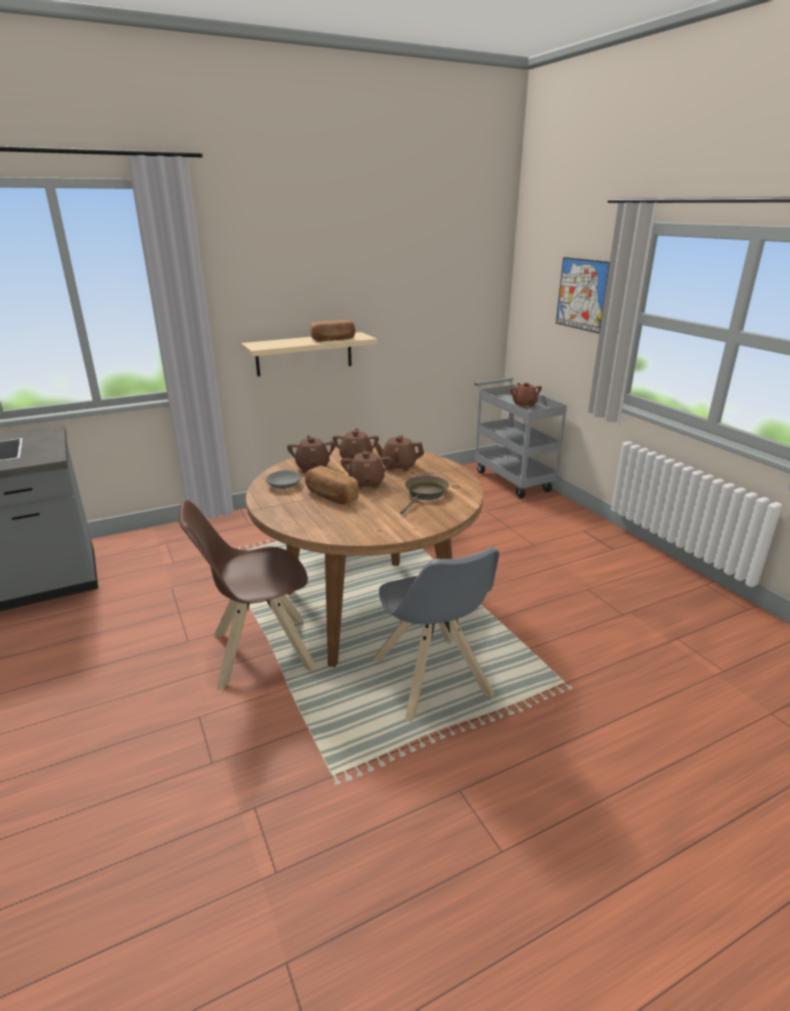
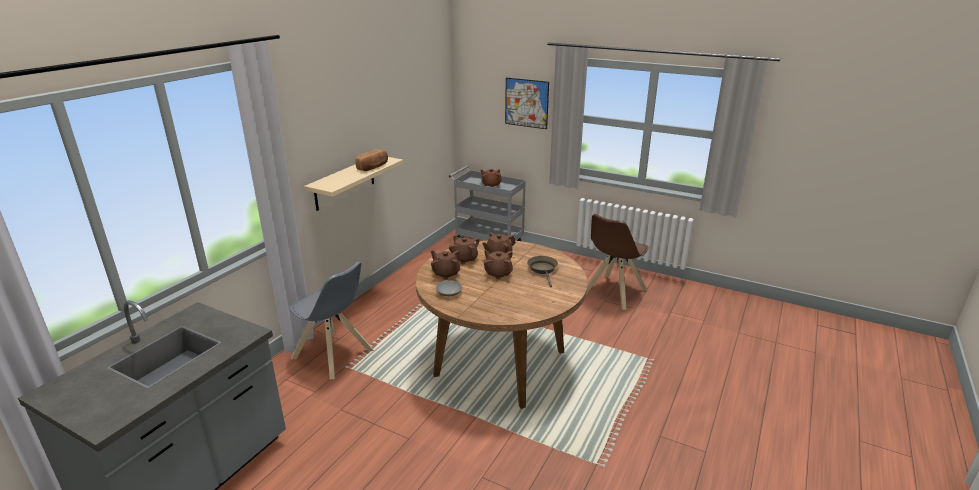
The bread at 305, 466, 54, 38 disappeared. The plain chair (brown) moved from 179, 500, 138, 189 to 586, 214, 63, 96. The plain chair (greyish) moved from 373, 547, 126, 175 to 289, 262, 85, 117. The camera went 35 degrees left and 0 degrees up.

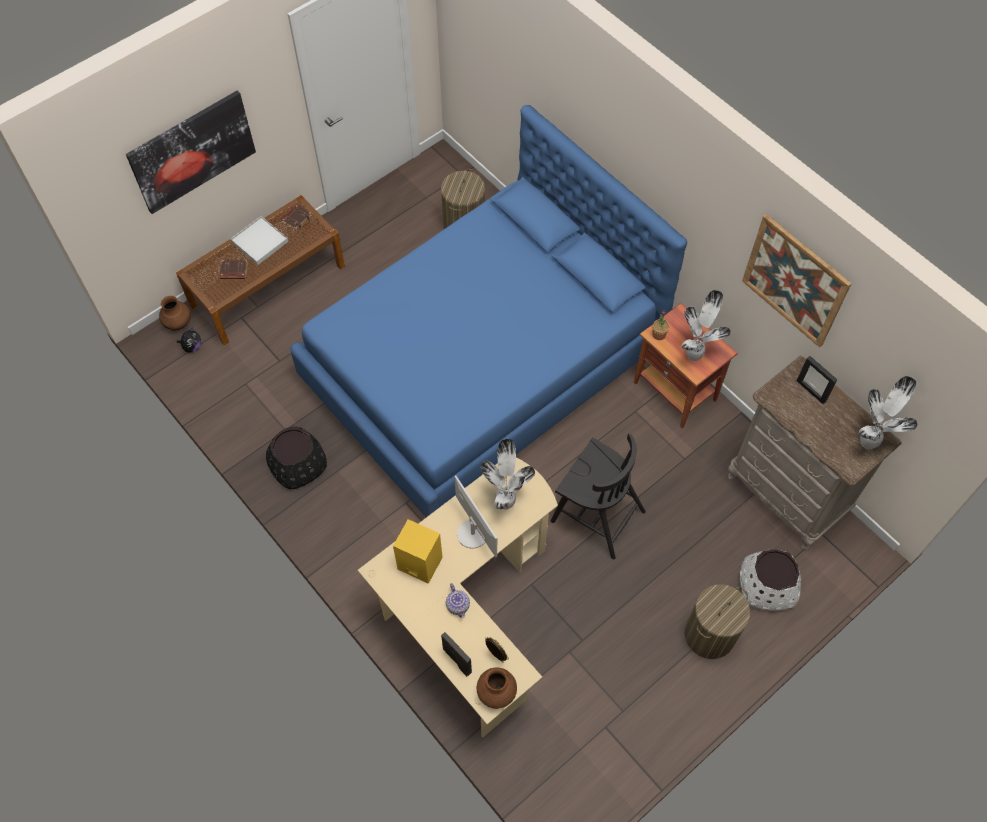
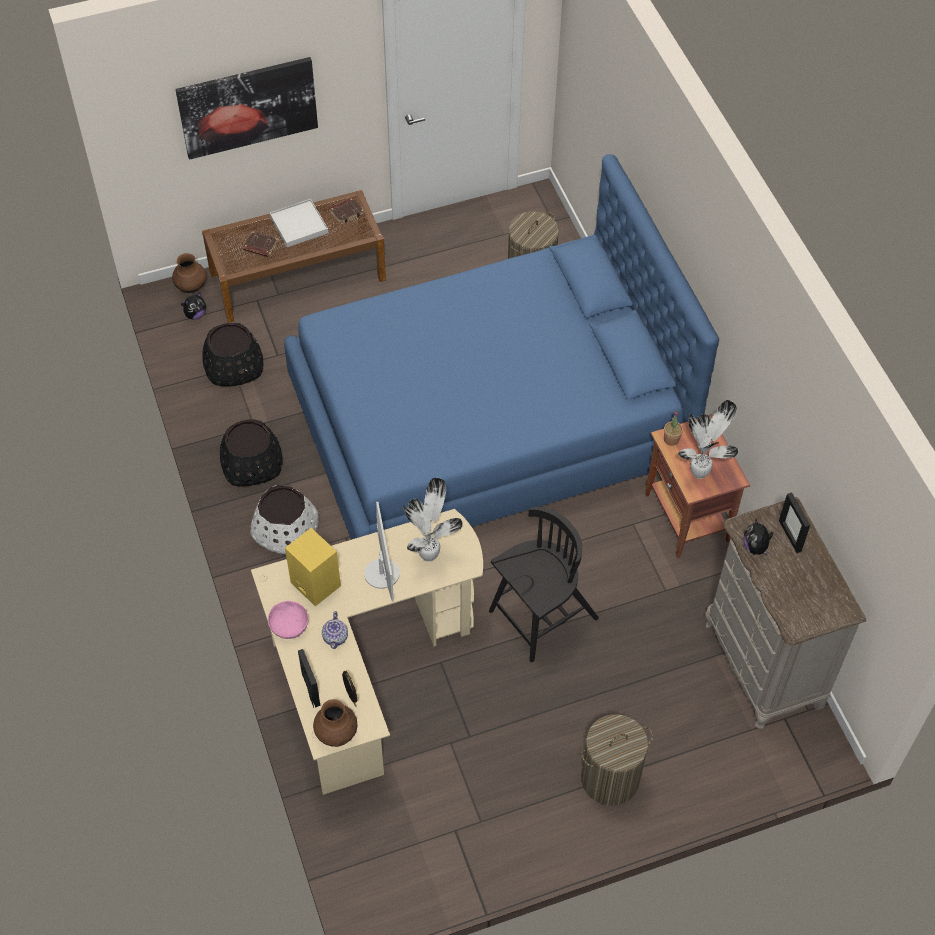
The picture at 742, 214, 110, 134 disappeared. The houseplant at 859, 376, 58, 74 disappeared. The planter (black) at 202, 323, 61, 63 appeared. The serving bowl (pinkish) at 268, 601, 41, 38 appeared. The plush toy at 743, 519, 30, 36 appeared. The planter (whitish) moved from 740, 549, 61, 62 to 251, 485, 68, 69. The plain chair (black) at 551, 433, 95, 126 turned 90 degrees counterclockwise. The camera went 20 degrees right and 5 degrees down.

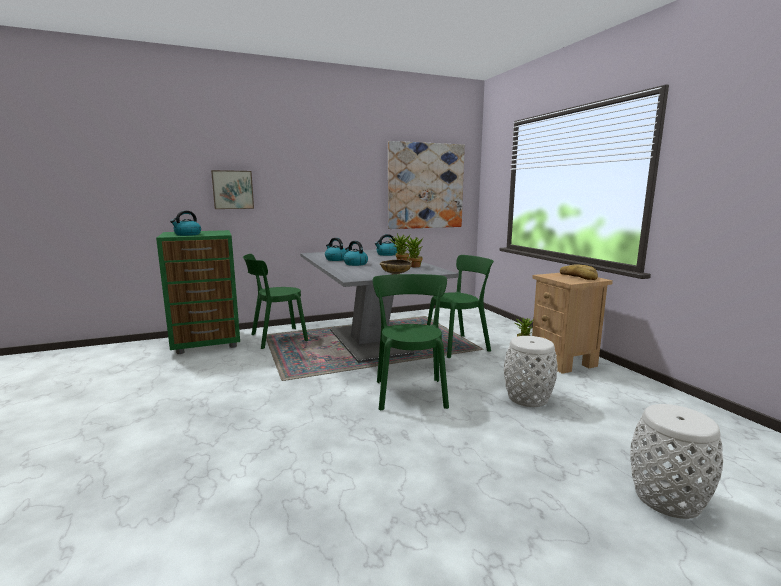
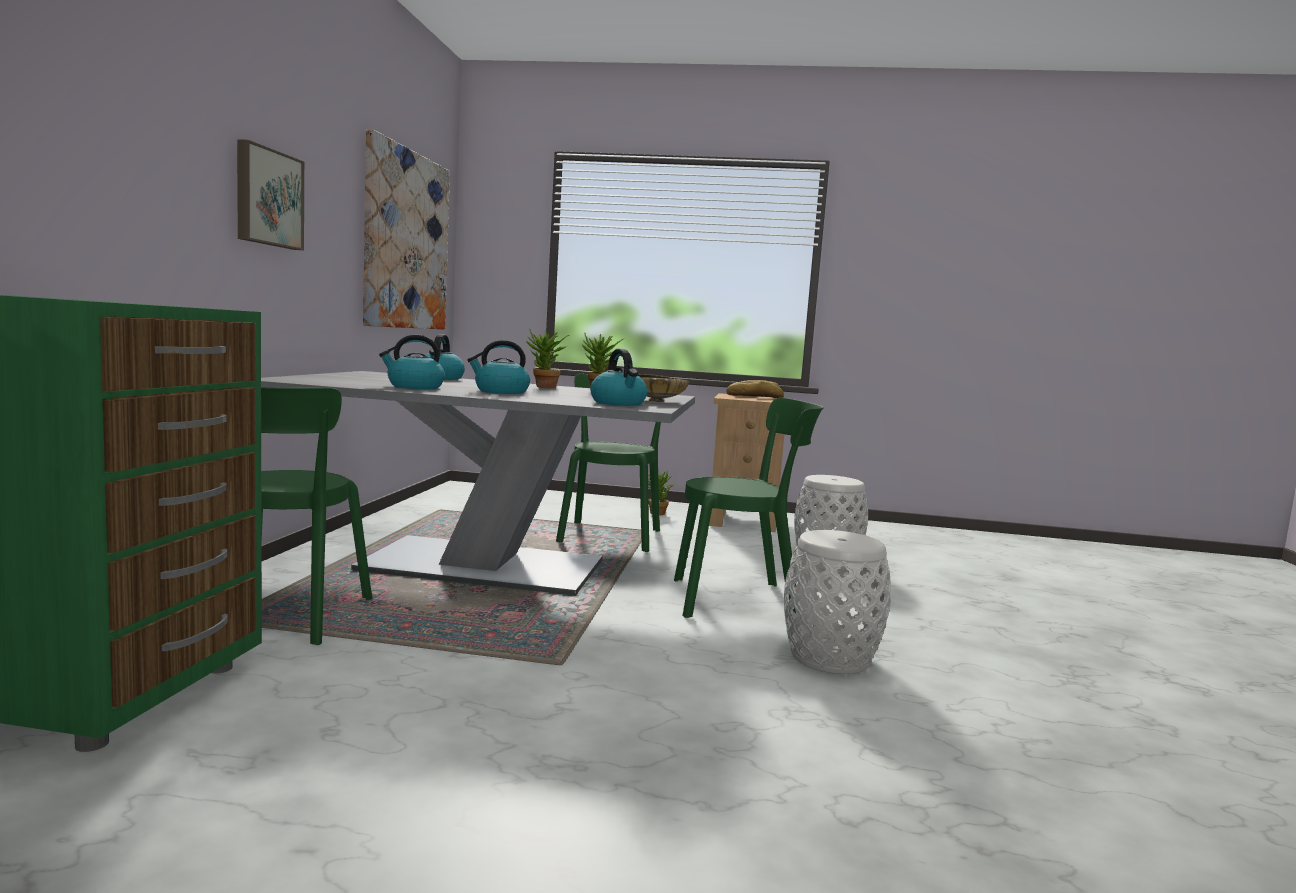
The tea kettle moved from 170, 211, 31, 25 to 590, 349, 57, 57. The picture moved from 211, 170, 43, 39 to 237, 139, 67, 111. The stool seat (whitish) moved from 630, 404, 93, 115 to 784, 530, 107, 144. The plain chair (greenish) at 373, 274, 76, 136 turned 150 degrees clockwise. The camera went 60 degrees left and 5 degrees down.

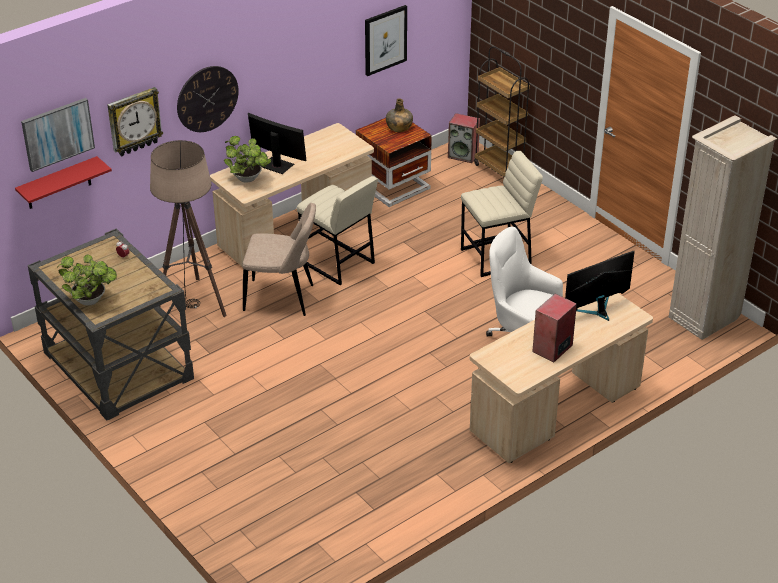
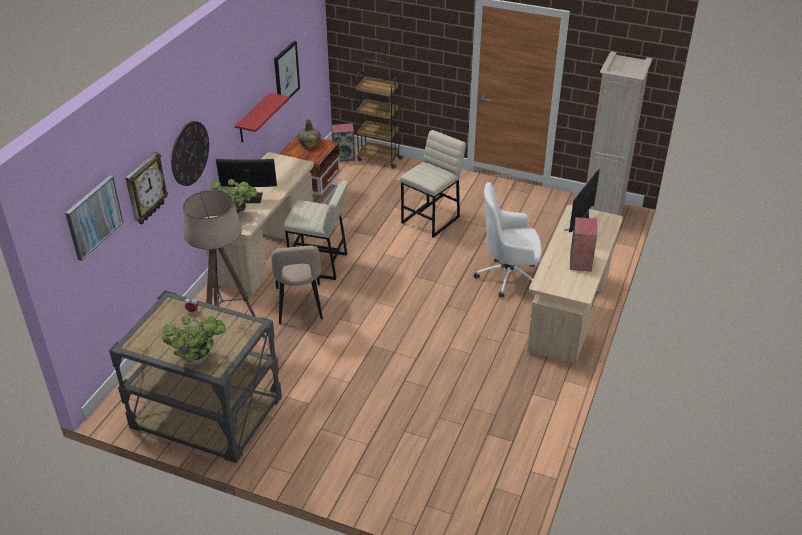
The shelf (red) moved from 15, 156, 97, 53 to 235, 93, 55, 49. The plain chair (beige-coloured) at 242, 203, 74, 113 turned 105 degrees clockwise. The camera went 30 degrees left and 0 degrees up.

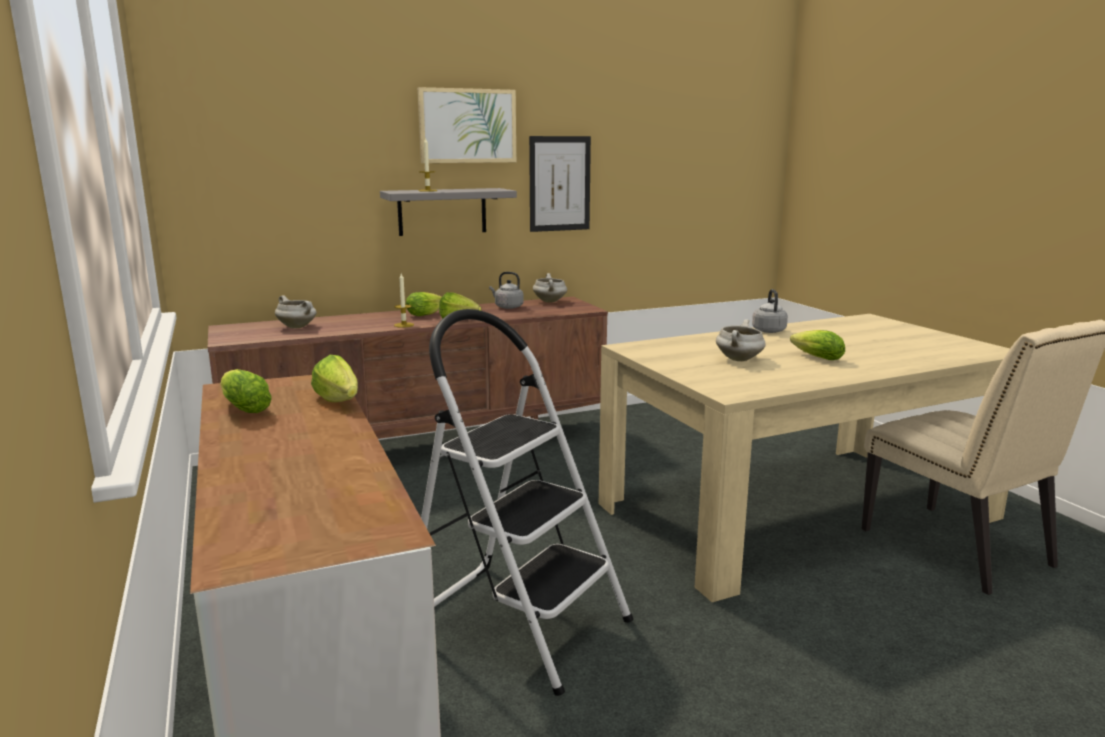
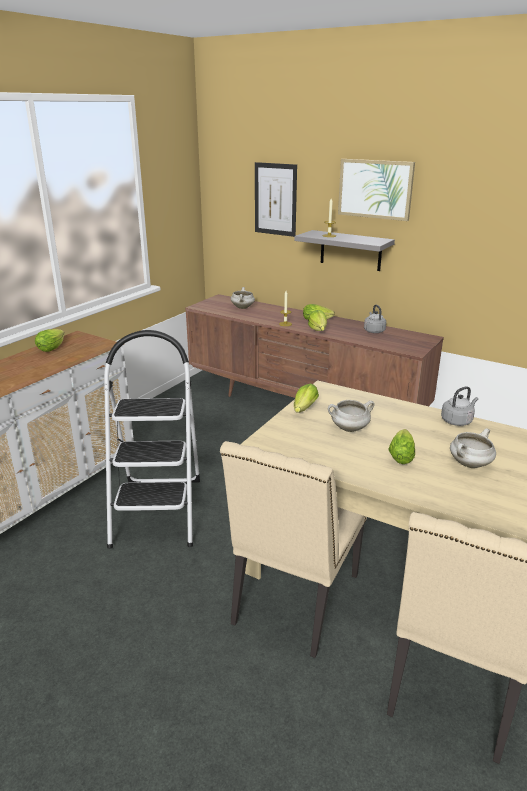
The plain chair (beige-coloured) at 220, 441, 147, 217 appeared. The head of lettuce moved from 311, 355, 47, 47 to 294, 384, 25, 29. The picture moved from 529, 136, 62, 96 to 255, 162, 42, 75. The saucepot (whitish) moved from 533, 273, 34, 30 to 450, 428, 46, 40. The camera went 55 degrees right and 10 degrees up.

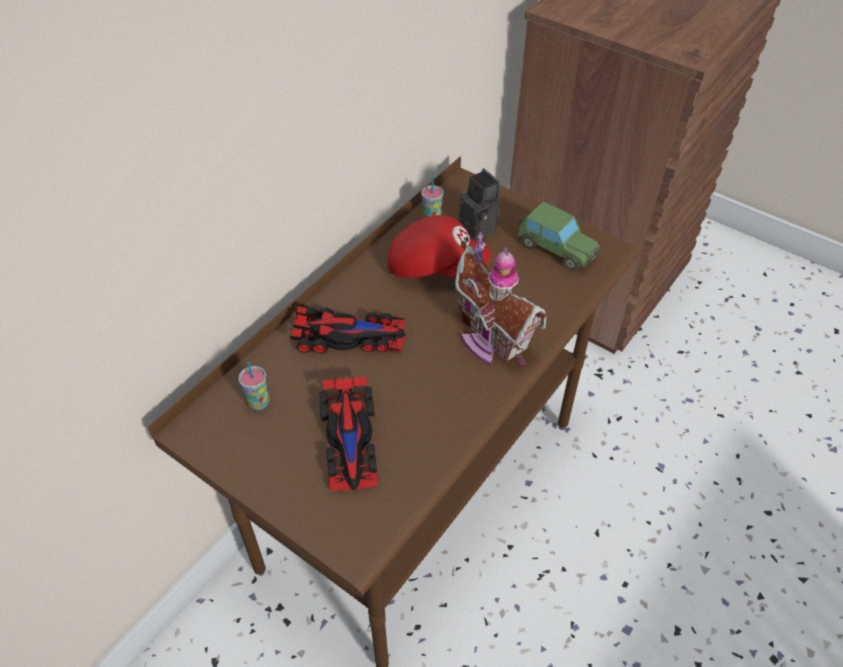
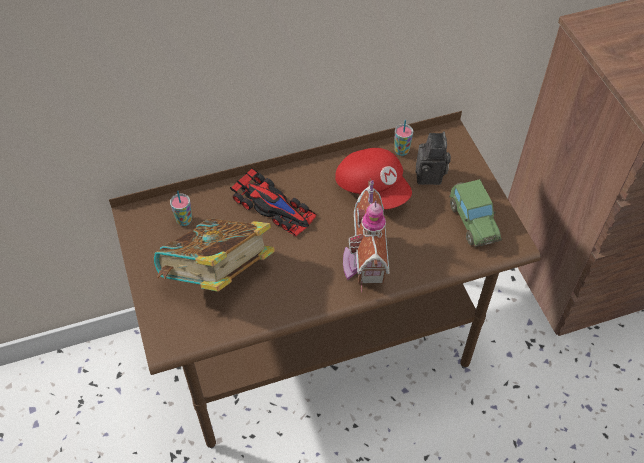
The model car at 319, 377, 59, 114 was replaced by the volume at 154, 218, 121, 74. The camera went 35 degrees right and 5 degrees up.

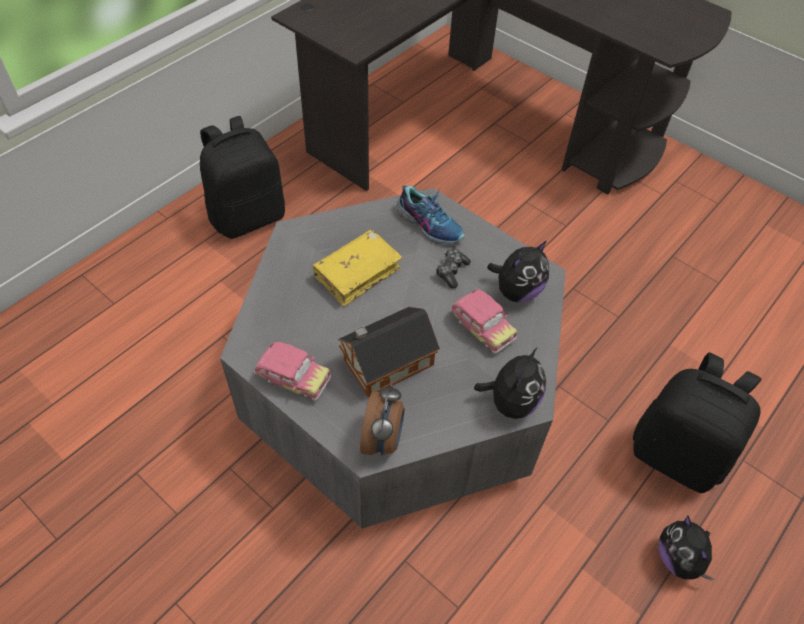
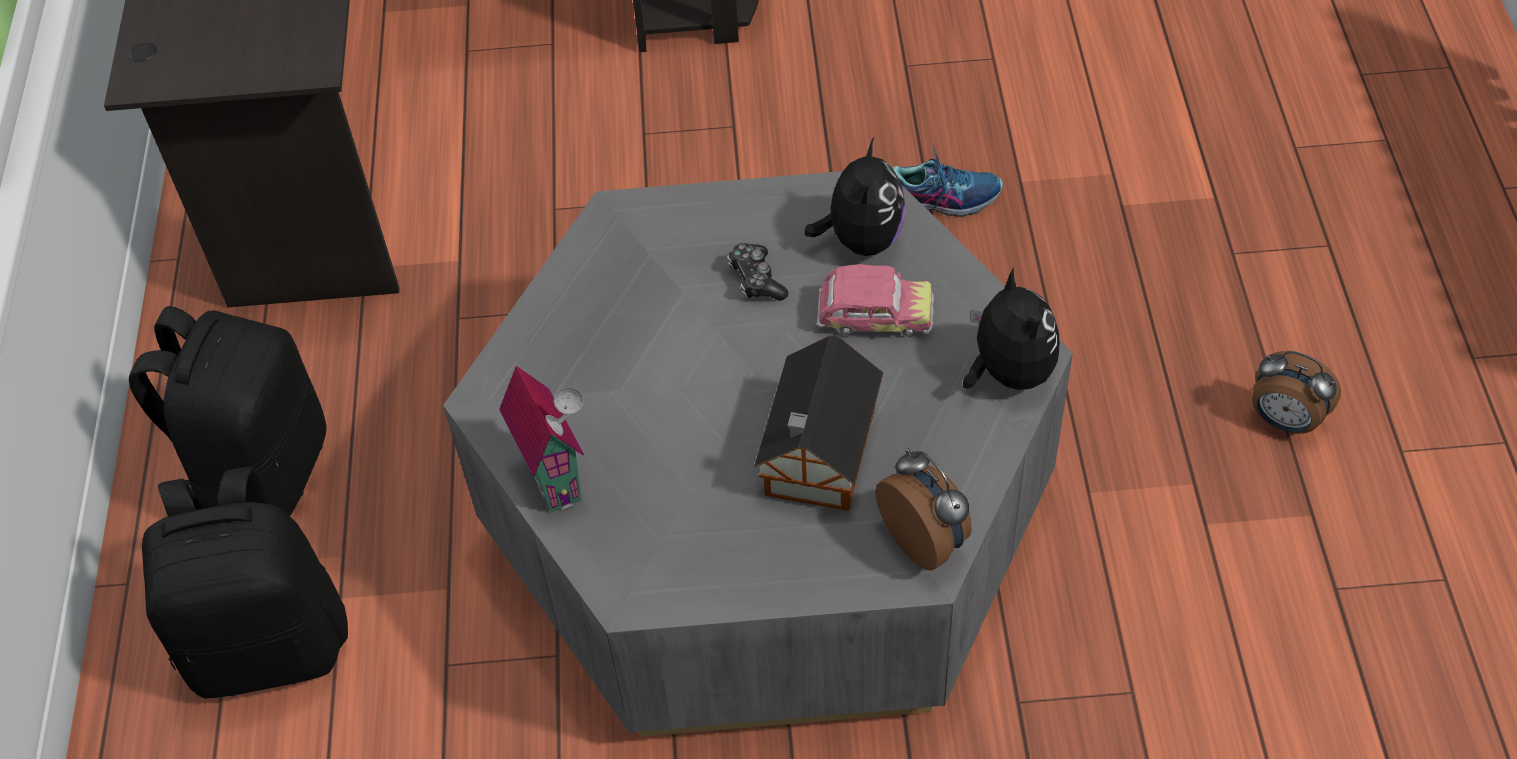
The model car at 253, 342, 78, 59 disappeared. The volume (yellow) at 313, 230, 90, 77 disappeared. The miniature house at 499, 366, 85, 146 appeared. The low shoe moved from 396, 185, 69, 59 to 893, 144, 110, 73. The backpack (black) moved from 633, 353, 129, 140 to 142, 467, 206, 231. The plush toy at 659, 515, 55, 65 was replaced by the bedside clock at 1252, 351, 89, 83. The camera went 40 degrees left and 0 degrees up.

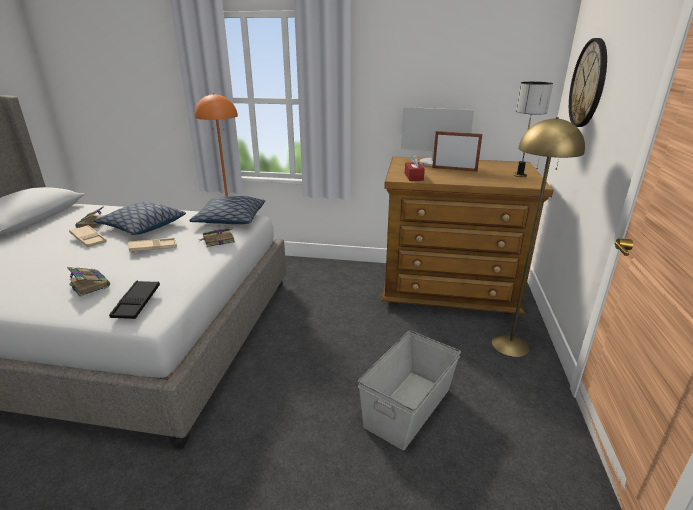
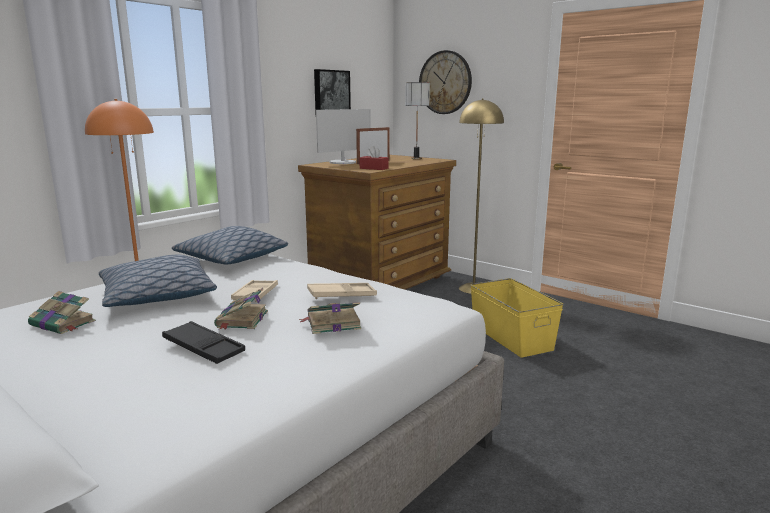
The picture at 314, 69, 37, 43 appeared. The carrying tray (beige-coloured) moved from 69, 225, 38, 22 to 307, 283, 70, 16. The carrying tray (black) moved from 109, 281, 51, 38 to 162, 321, 83, 43. The volume moved from 200, 227, 35, 20 to 214, 288, 54, 41. The storage container (greyish) at 358, 331, 103, 119 became the storage container (yellow) at 470, 278, 94, 80. The camera went 60 degrees left and 10 degrees down.

